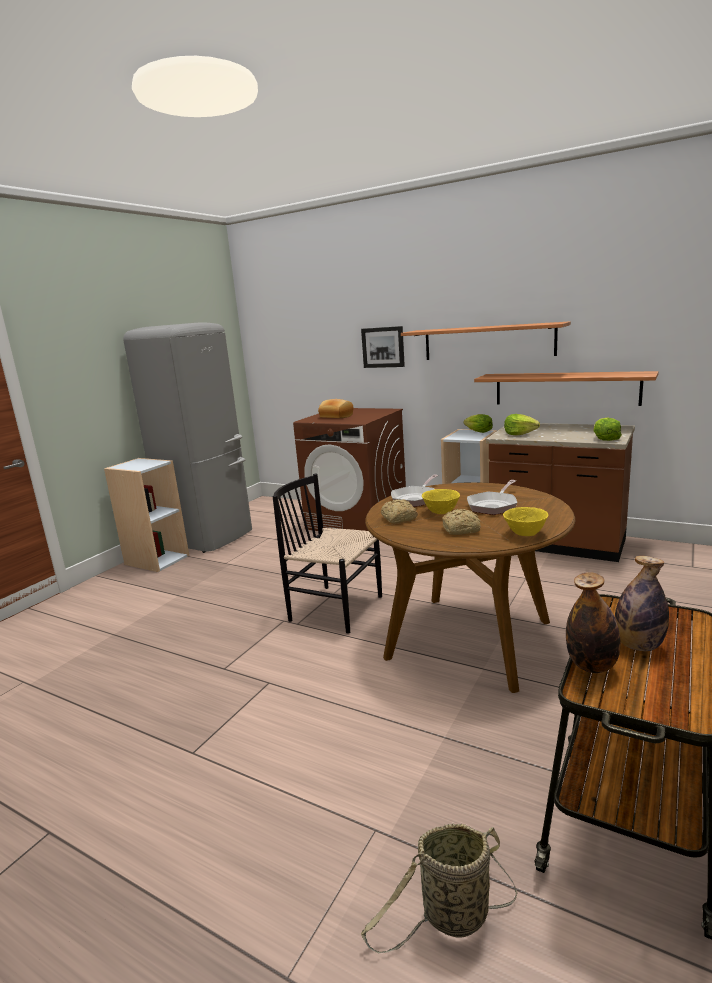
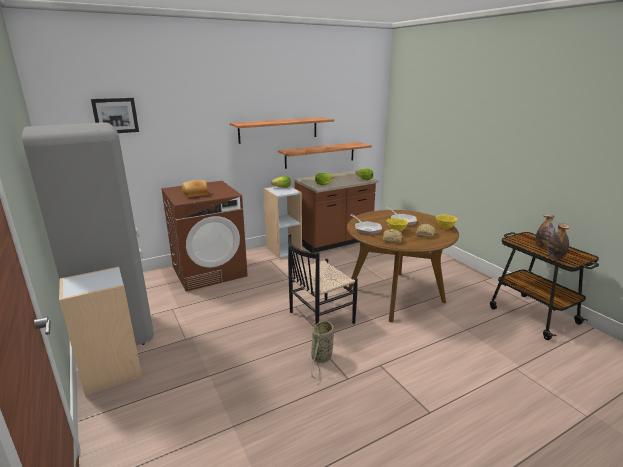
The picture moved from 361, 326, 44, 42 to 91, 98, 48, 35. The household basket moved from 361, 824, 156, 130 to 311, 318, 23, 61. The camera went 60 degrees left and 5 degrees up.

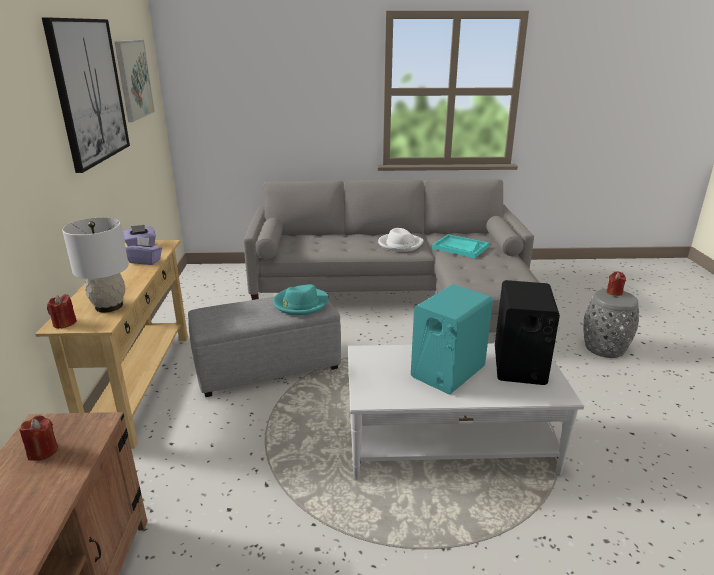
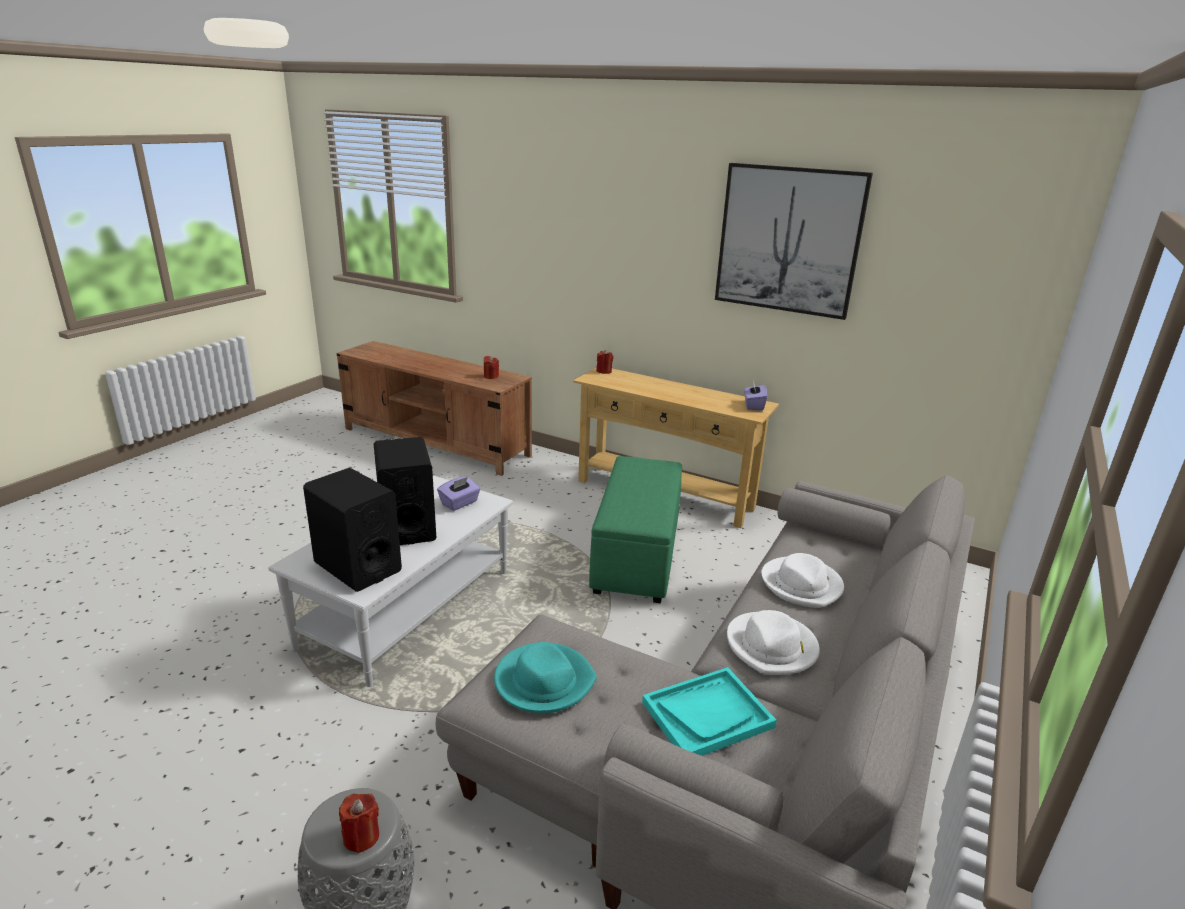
The table lamp (whitish) at 62, 218, 67, 94 disappeared. The picture at 114, 40, 41, 82 disappeared. The wearable hat (whitish) at 761, 553, 83, 55 appeared. The box of tissues (purplish) moved from 125, 237, 37, 28 to 437, 477, 44, 34. The wearable hat (turquoise) moved from 273, 284, 56, 31 to 494, 642, 103, 72. The pouffe (greyish) at 188, 296, 153, 101 became the pouffe (greenish) at 589, 456, 93, 147. The audio speaker (turquoise) at 411, 284, 82, 110 became the audio speaker (black) at 374, 437, 62, 108. The camera went 120 degrees right and 0 degrees up.

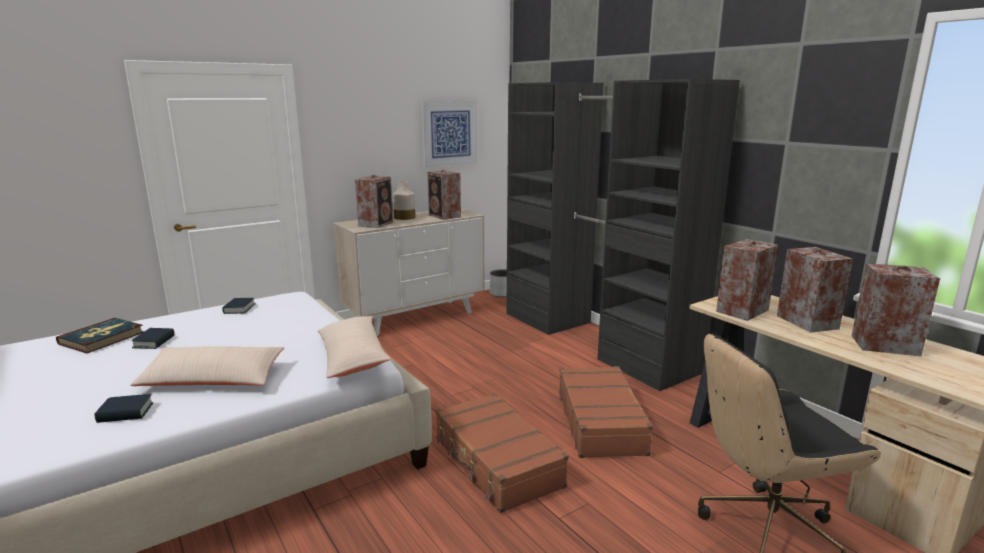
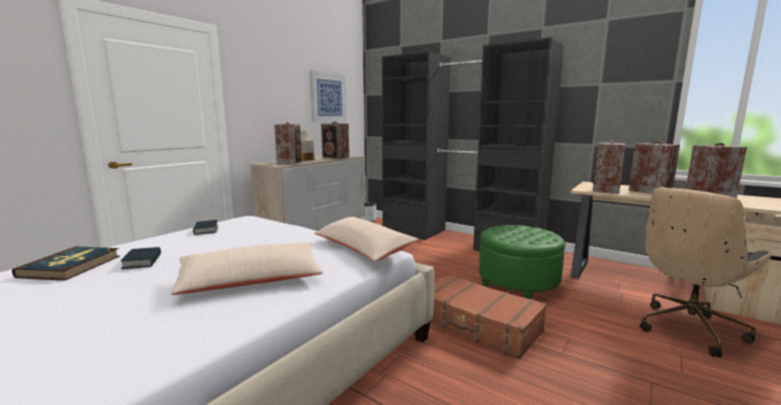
The volume at 95, 394, 58, 29 disappeared. The suitcase (brown) at 559, 366, 94, 92 was replaced by the pouffe (greenish) at 479, 225, 86, 74. The camera went 20 degrees left and 5 degrees down.

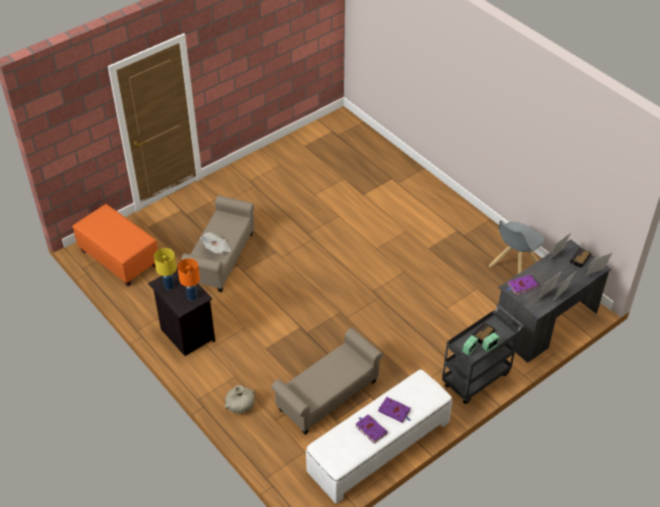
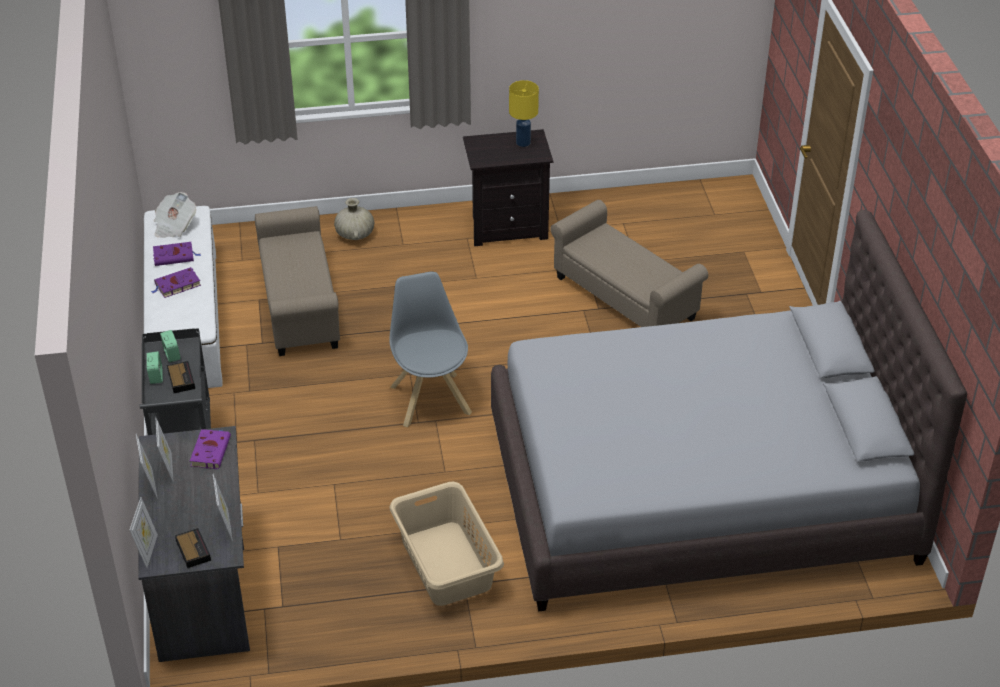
The pouffe (orange) at 72, 204, 86, 82 disappeared. The table lamp (orange) at 177, 258, 23, 42 disappeared. The washing basket (beige-coloured) at 389, 482, 115, 124 appeared. The bedroom bed (greyish) at 491, 210, 476, 401 appeared. The printed paper moved from 200, 232, 31, 22 to 154, 192, 42, 46. The plain chair (greyish) moved from 489, 220, 55, 54 to 389, 272, 83, 156. The camera went 120 degrees right and 5 degrees down.

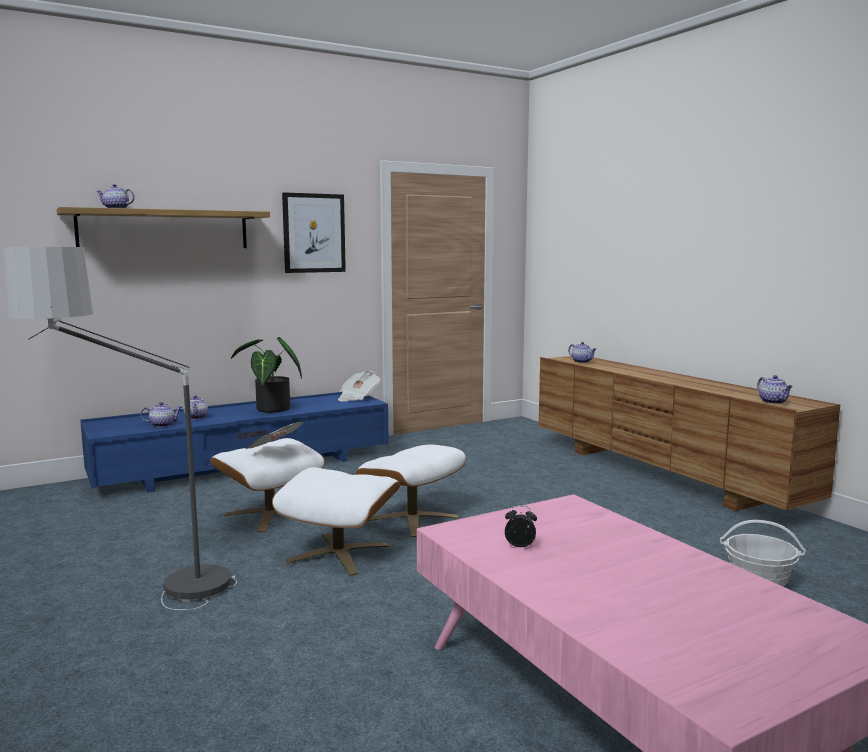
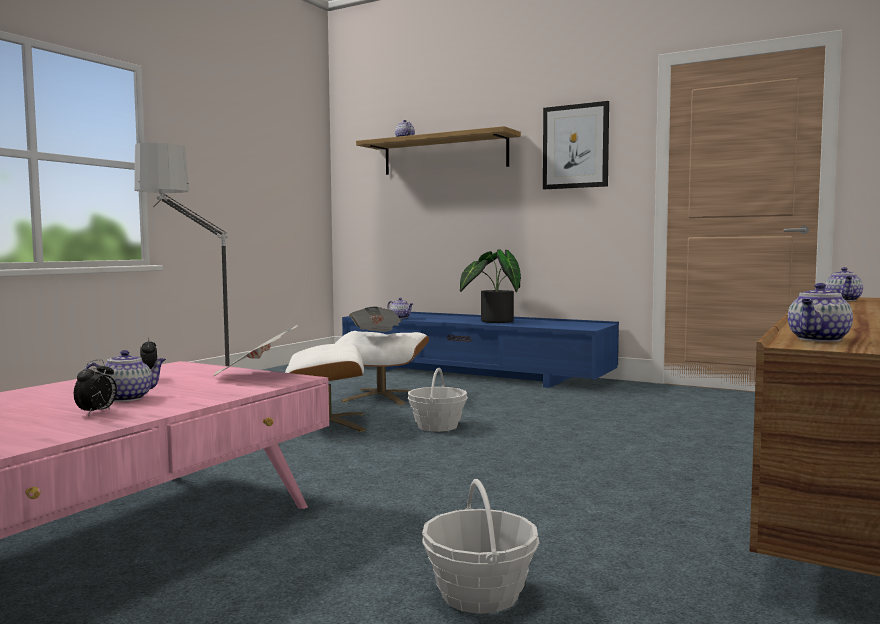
The bedside clock at 74, 359, 43, 57 appeared. The tea pot moved from 183, 395, 25, 24 to 83, 350, 83, 52. The printed paper moved from 338, 371, 42, 31 to 214, 325, 84, 51. The pouffe (whitish) at 356, 445, 110, 92 was replaced by the household basket at 408, 368, 60, 64. The camera went 60 degrees right and 5 degrees down.

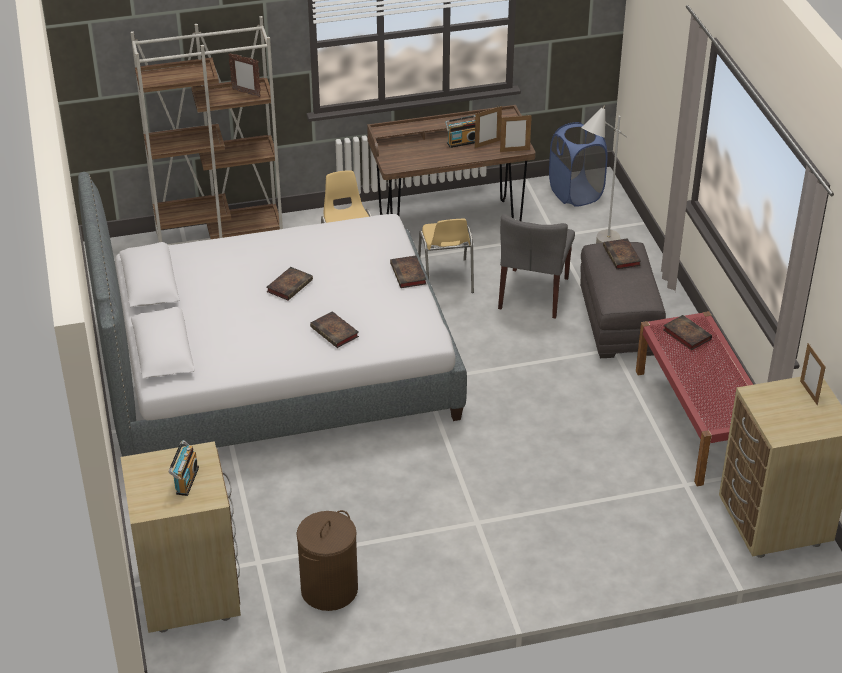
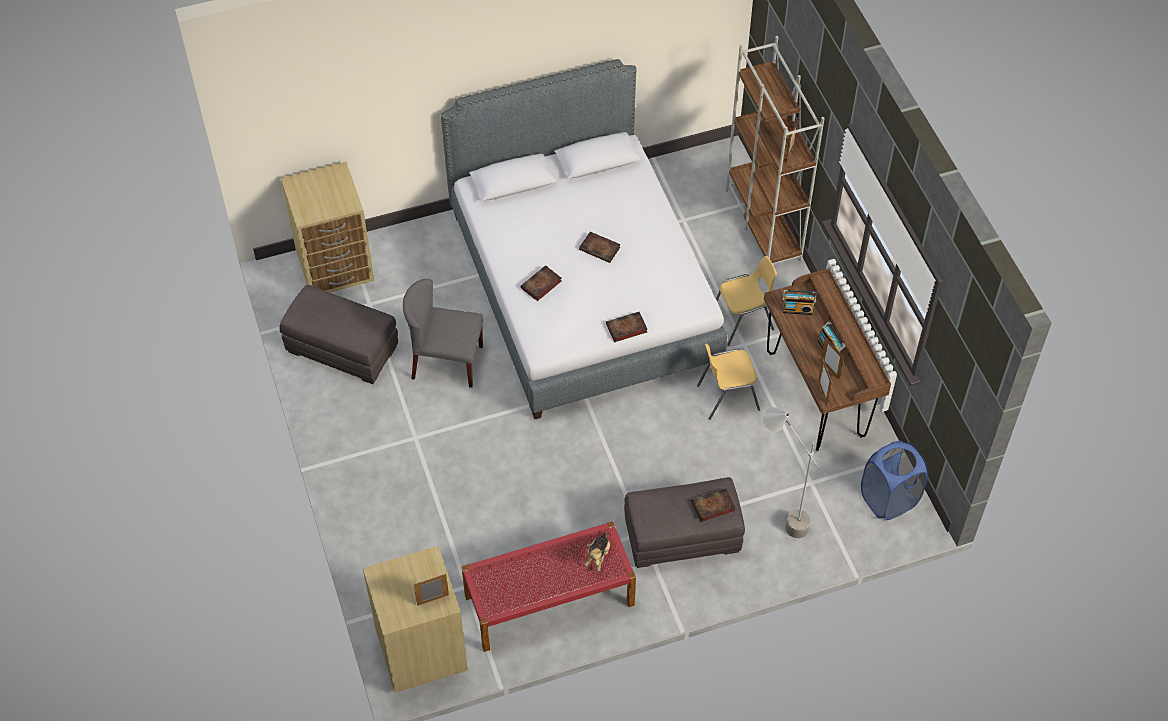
The radio set moved from 168, 440, 31, 56 to 783, 290, 34, 25. The plain chair (greyish) moved from 498, 214, 77, 105 to 403, 279, 80, 109. The washing basket (brown) at 297, 510, 61, 101 was replaced by the pouffe (greyish) at 279, 285, 119, 99. The volume at 663, 315, 49, 35 was replaced by the plush toy at 584, 532, 26, 39. The camera went 85 degrees right and 15 degrees up.

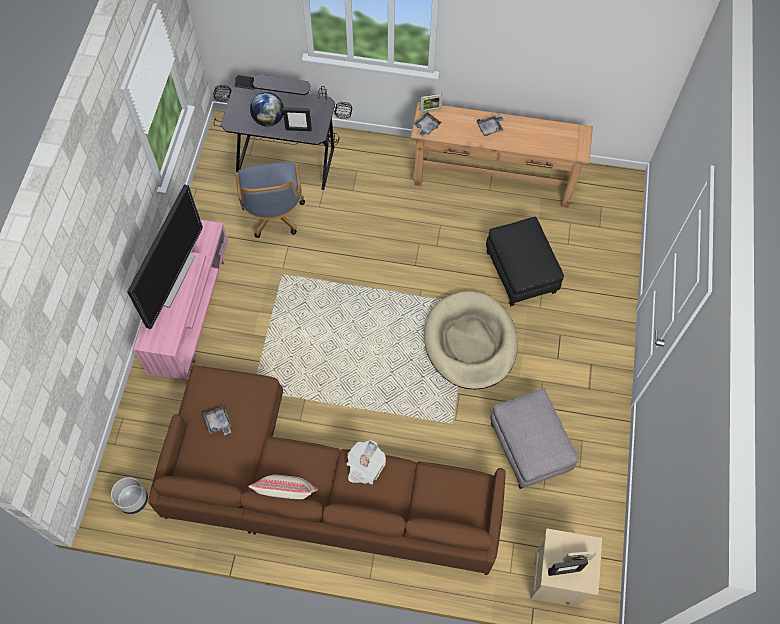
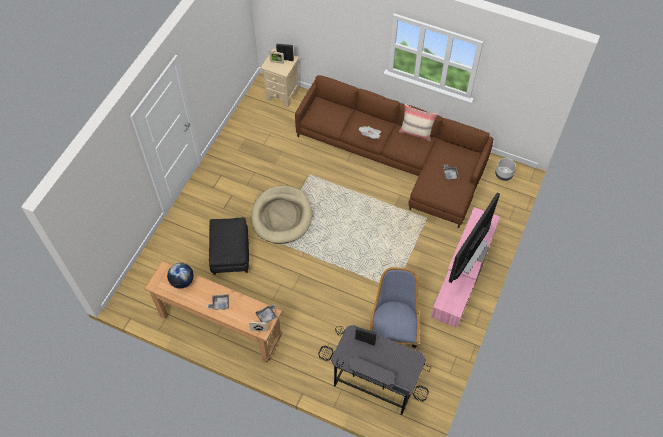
The pouffe (greyish) at 490, 389, 88, 100 disappeared. The desk globe moved from 250, 92, 34, 35 to 167, 263, 27, 26. The camera went 165 degrees left and 5 degrees down.

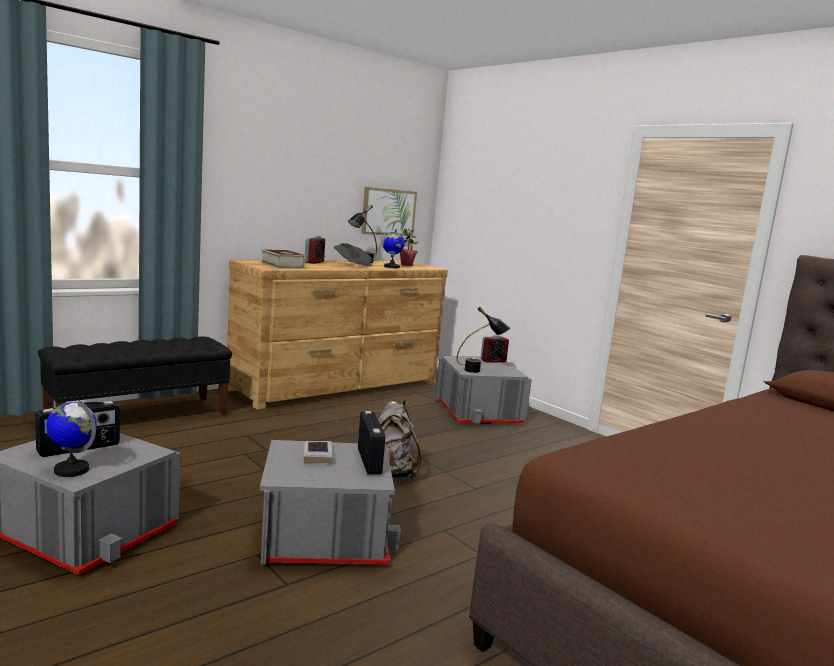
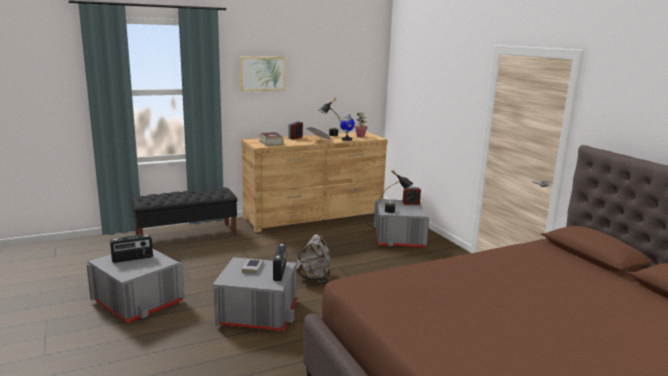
The desk globe at 46, 400, 50, 77 disappeared. The picture moved from 361, 187, 56, 49 to 240, 57, 46, 34. The camera went 15 degrees right and 5 degrees up.

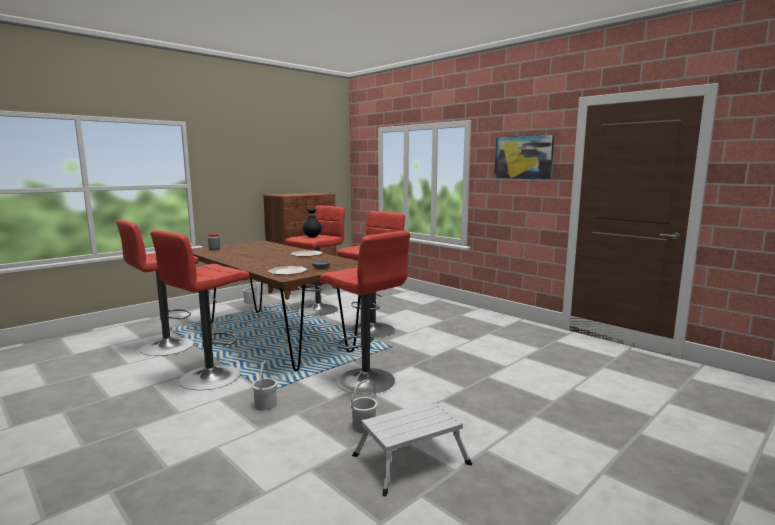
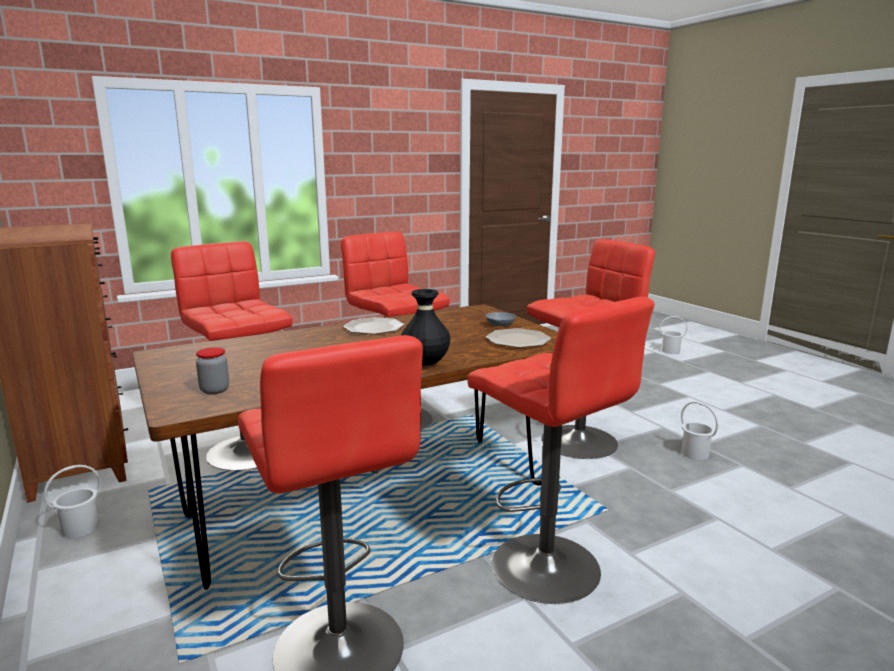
The step ladder (whitish) at 352, 401, 120, 95 disappeared. The picture at 494, 135, 61, 45 disappeared. The water bucket (whitish) moved from 252, 361, 26, 49 to 659, 316, 28, 38. The vase (black) moved from 303, 208, 19, 30 to 401, 289, 50, 77. The camera went 75 degrees left and 5 degrees up.

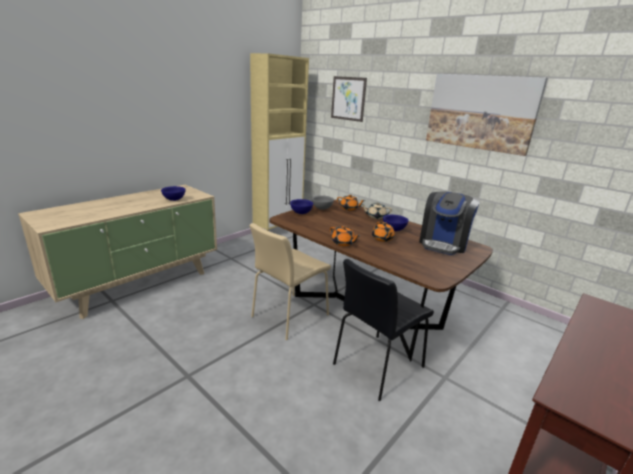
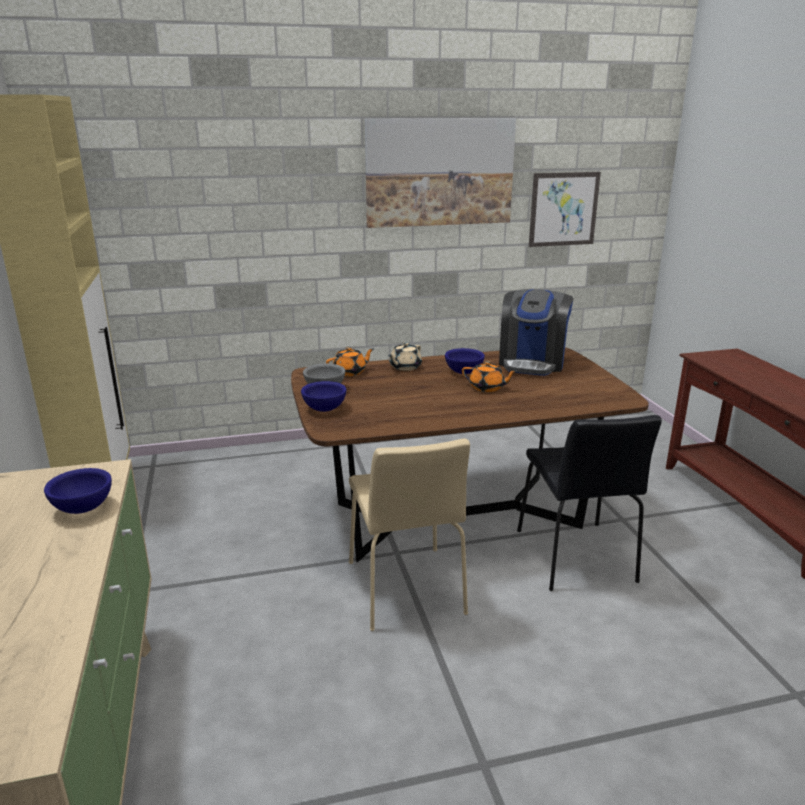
The tea pot (orange) at 330, 226, 30, 20 disappeared. The picture moved from 331, 76, 36, 46 to 529, 172, 72, 75. The coffee machine at 419, 192, 61, 63 turned 45 degrees clockwise. The camera went 55 degrees left and 0 degrees up.

